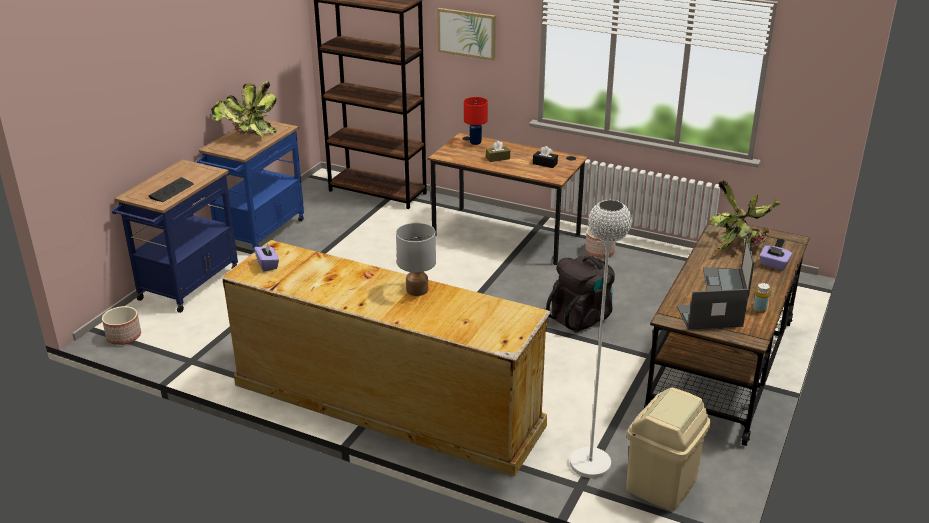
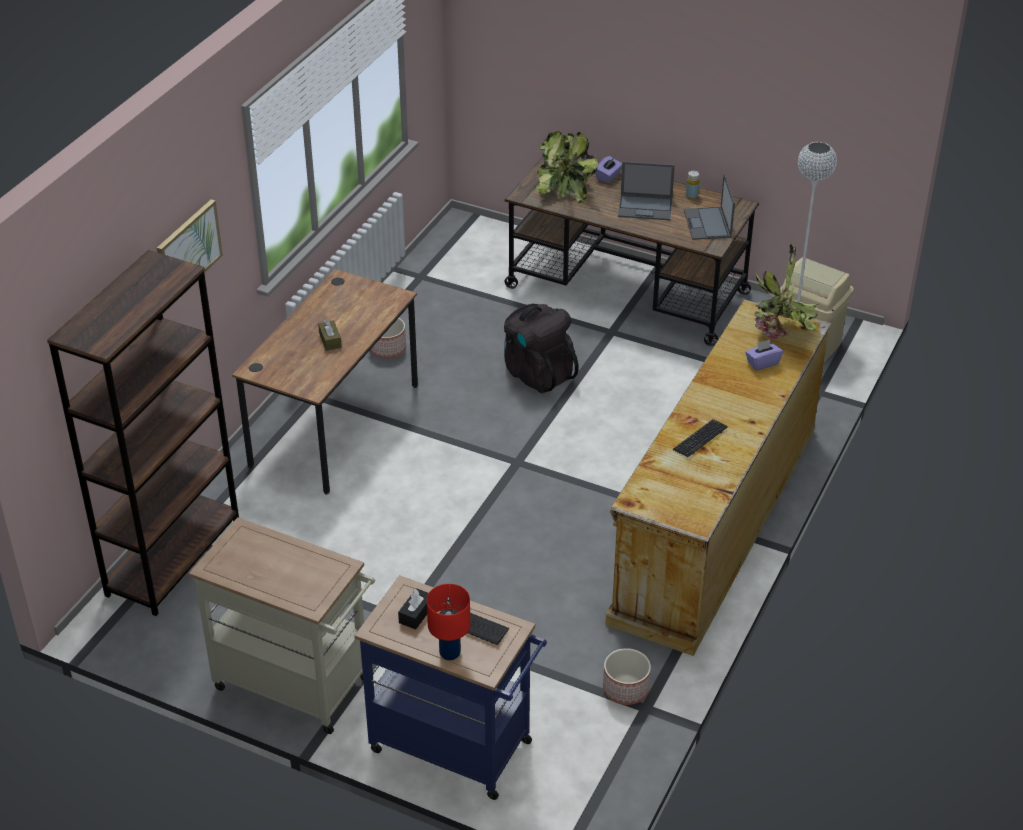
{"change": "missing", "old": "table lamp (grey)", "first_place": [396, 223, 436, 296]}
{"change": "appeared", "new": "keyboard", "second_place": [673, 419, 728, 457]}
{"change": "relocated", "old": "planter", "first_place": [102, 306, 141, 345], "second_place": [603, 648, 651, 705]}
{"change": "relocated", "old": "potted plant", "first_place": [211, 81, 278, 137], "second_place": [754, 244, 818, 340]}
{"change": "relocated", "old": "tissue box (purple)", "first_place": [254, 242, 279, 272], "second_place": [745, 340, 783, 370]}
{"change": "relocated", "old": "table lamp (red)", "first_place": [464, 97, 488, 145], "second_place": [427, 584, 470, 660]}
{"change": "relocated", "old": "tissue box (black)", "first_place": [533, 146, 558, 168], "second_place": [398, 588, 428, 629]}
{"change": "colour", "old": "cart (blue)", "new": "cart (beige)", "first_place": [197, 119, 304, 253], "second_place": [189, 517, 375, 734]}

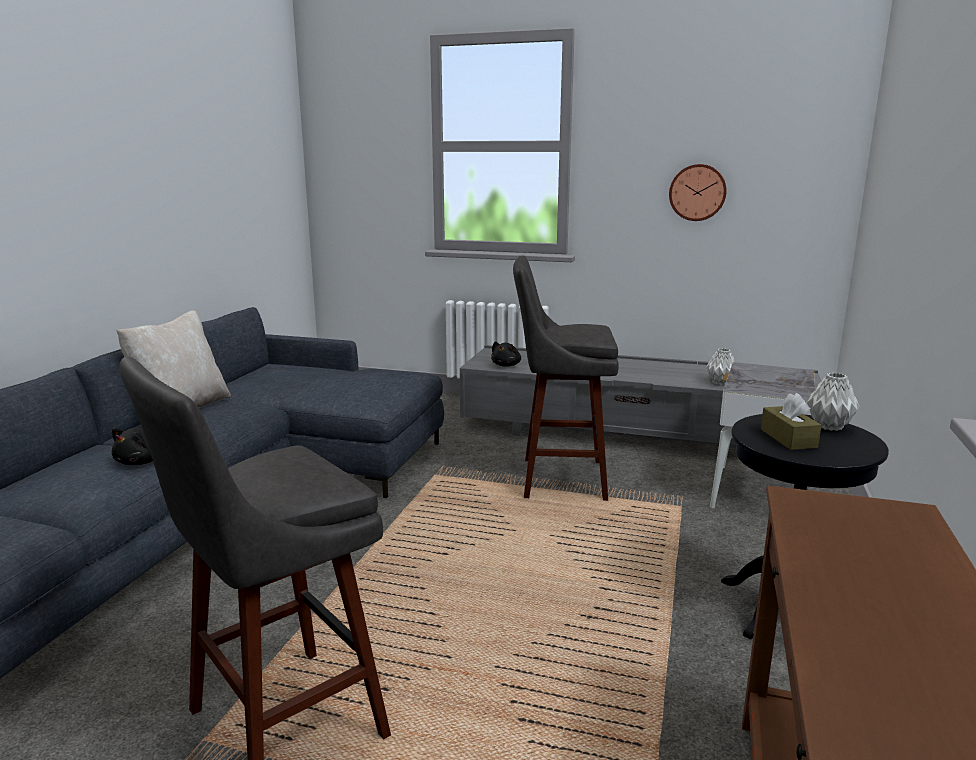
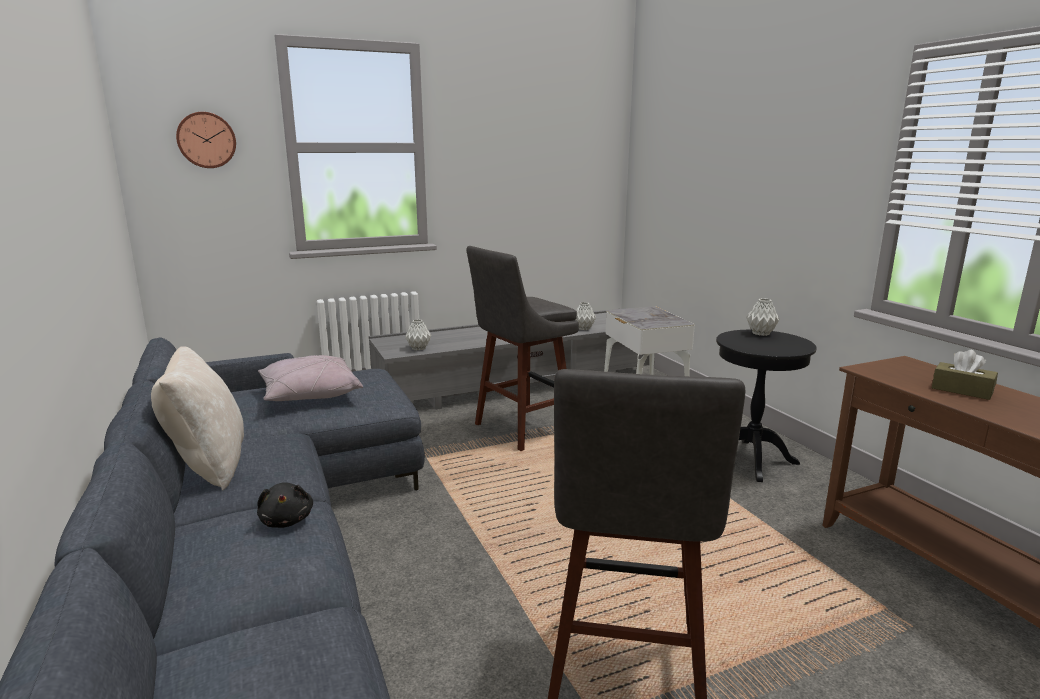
{"change": "appeared", "new": "pillow (purple)", "second_place": [258, 355, 363, 401]}
{"change": "relocated", "old": "wall clock", "first_place": [669, 164, 727, 221], "second_place": [176, 112, 236, 168]}
{"change": "relocated", "old": "tissue box (brown)", "first_place": [761, 393, 821, 450], "second_place": [931, 350, 998, 400]}
{"change": "exchanged", "old": "plush toy (black)", "new": "vase (grey)", "first_place": [491, 341, 521, 367], "second_place": [405, 319, 431, 350]}

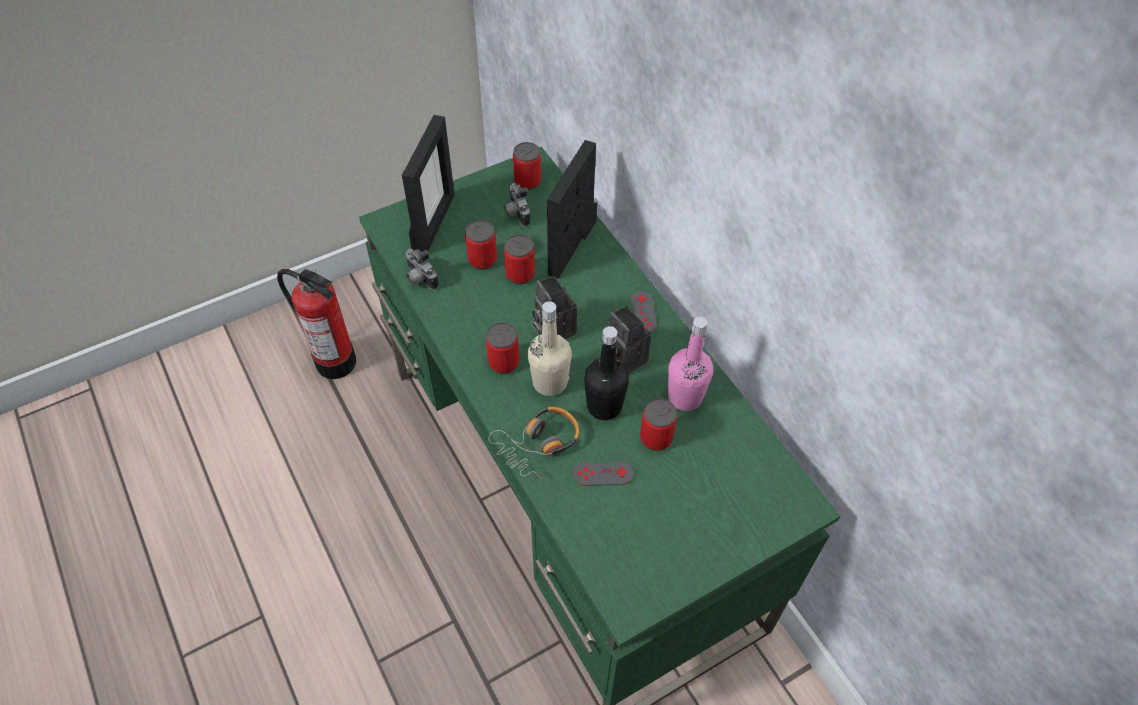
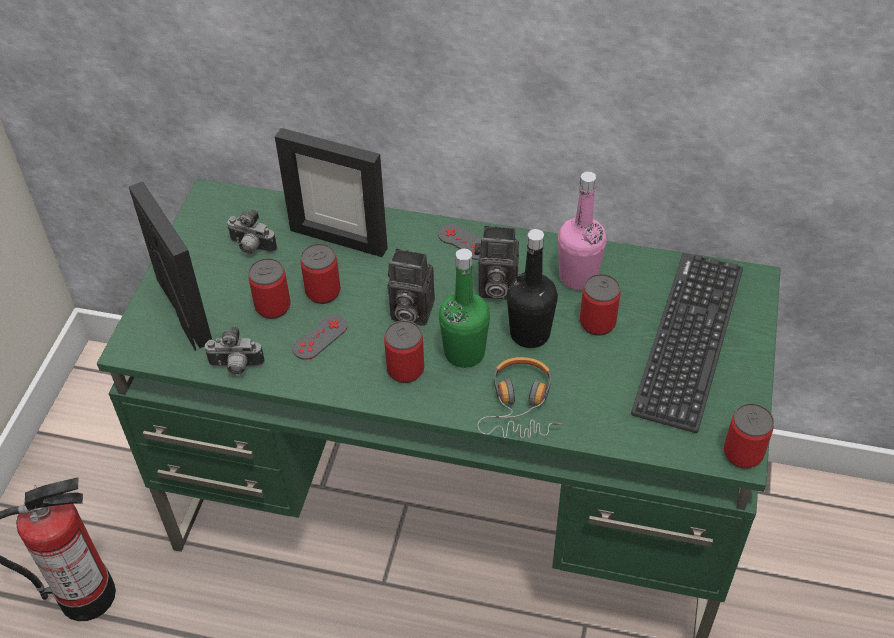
{"change": "appeared", "new": "keyboard", "second_place": [631, 253, 743, 433]}
{"change": "relocated", "old": "can", "first_place": [513, 142, 541, 190], "second_place": [724, 403, 774, 469]}
{"change": "relocated", "old": "game controller (grey)", "first_place": [573, 461, 634, 486], "second_place": [292, 314, 348, 360]}
{"change": "colour", "old": "bottle (beige)", "new": "bottle (green)", "first_place": [528, 301, 572, 396], "second_place": [439, 249, 490, 368]}
{"change": "spun", "old": "picture frame", "first_place": [547, 140, 597, 279], "second_place": [275, 128, 388, 257], "degrees": -45}

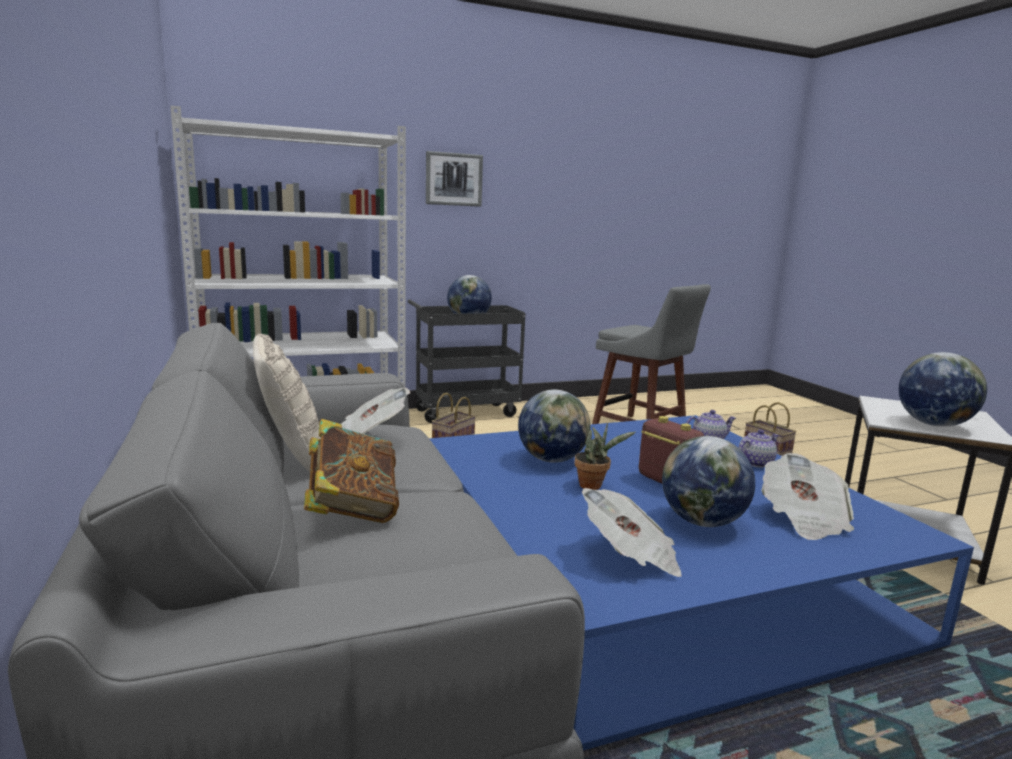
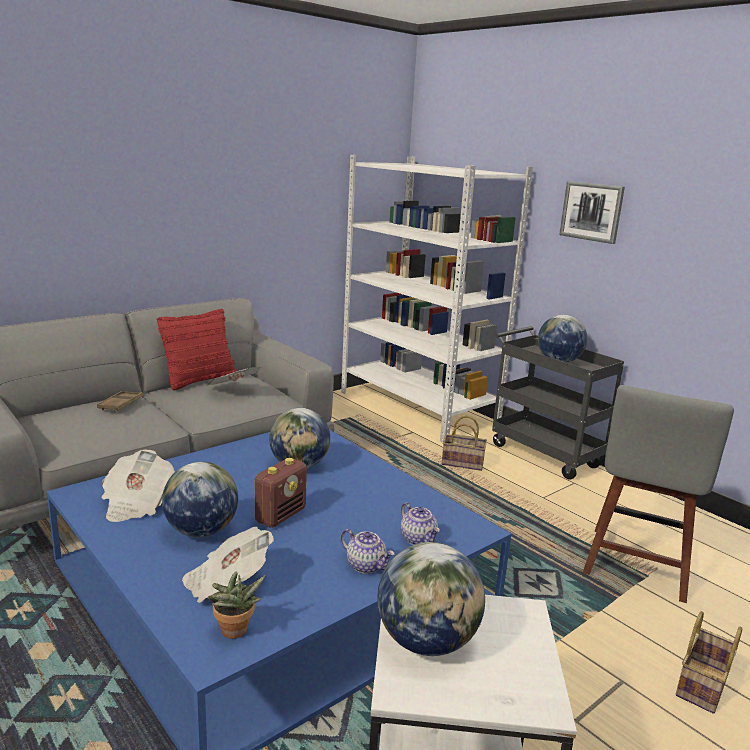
{"change": "relocated", "old": "potted plant", "first_place": [574, 423, 635, 490], "second_place": [208, 571, 266, 639]}
{"change": "exchanged", "old": "book", "new": "tray (brown)", "first_place": [304, 419, 399, 523], "second_place": [97, 391, 143, 412]}
{"change": "colour", "old": "pillow (beige)", "new": "pillow (red)", "first_place": [253, 334, 321, 472], "second_place": [156, 309, 237, 391]}

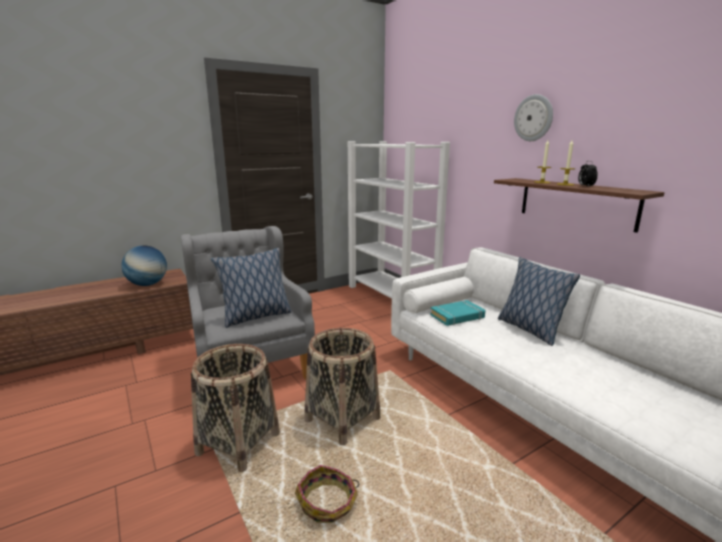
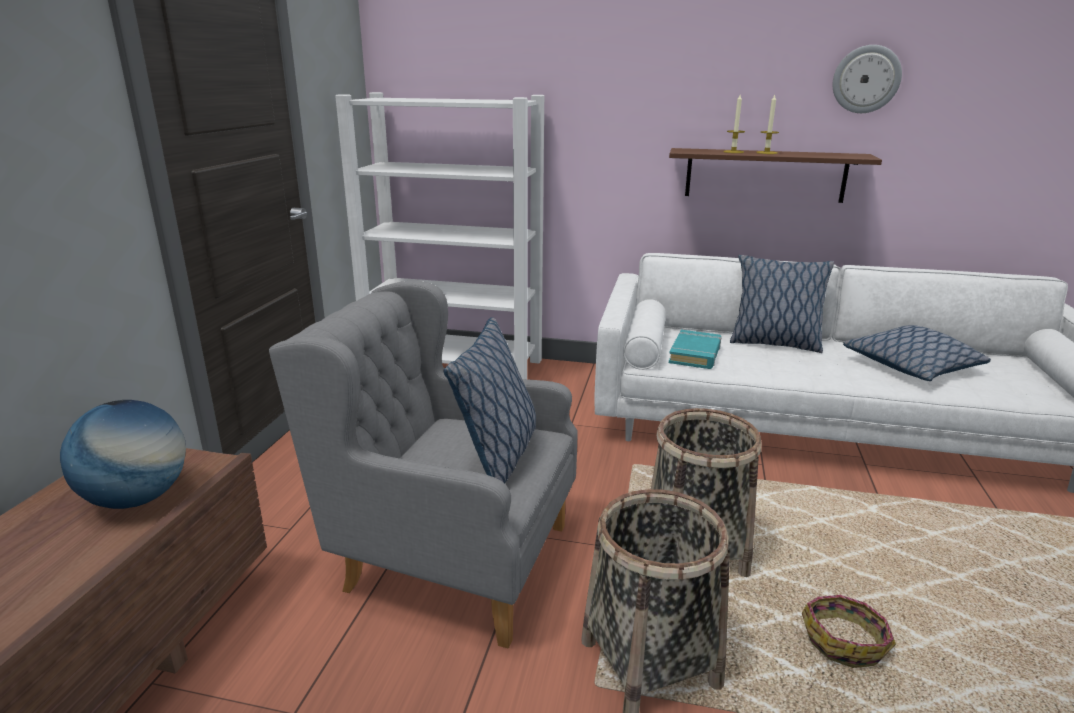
{"change": "missing", "old": "alarm clock", "first_place": [578, 161, 598, 186]}
{"change": "appeared", "new": "pillow", "second_place": [843, 325, 991, 381]}
{"change": "relocated", "old": "wall clock", "first_place": [514, 94, 553, 141], "second_place": [833, 45, 902, 113]}

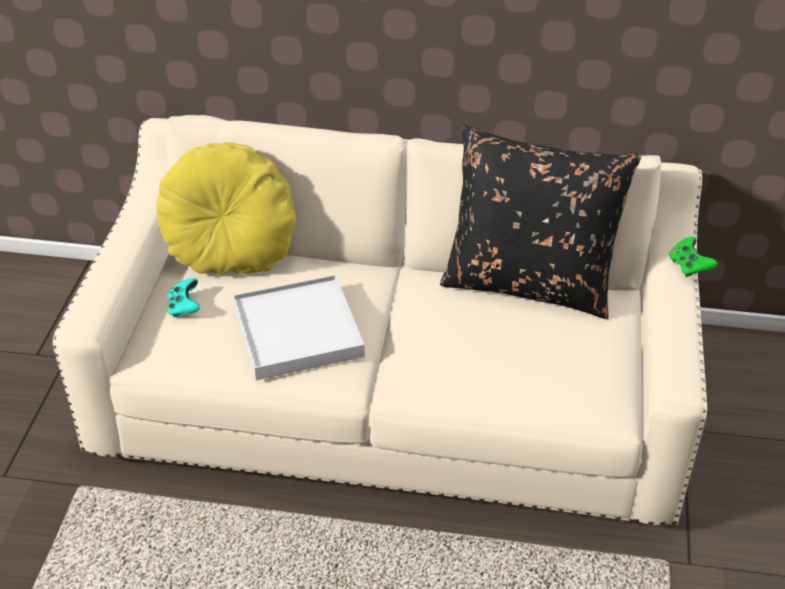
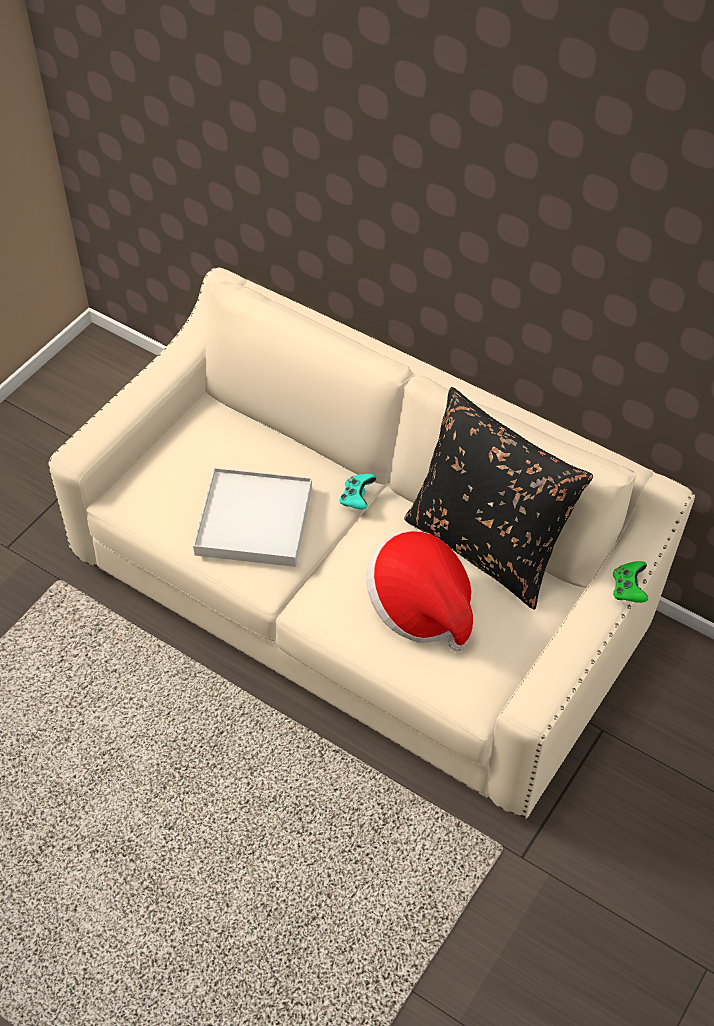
{"change": "missing", "old": "pillow (yellow)", "first_place": [156, 142, 296, 275]}
{"change": "appeared", "new": "hat", "second_place": [366, 531, 473, 651]}
{"change": "relocated", "old": "game controller (turquoise)", "first_place": [167, 278, 200, 318], "second_place": [340, 474, 377, 510]}

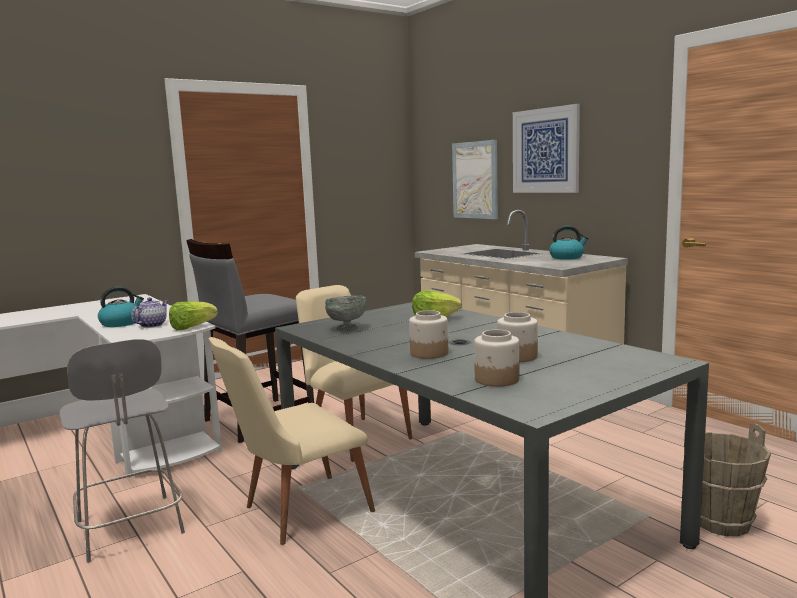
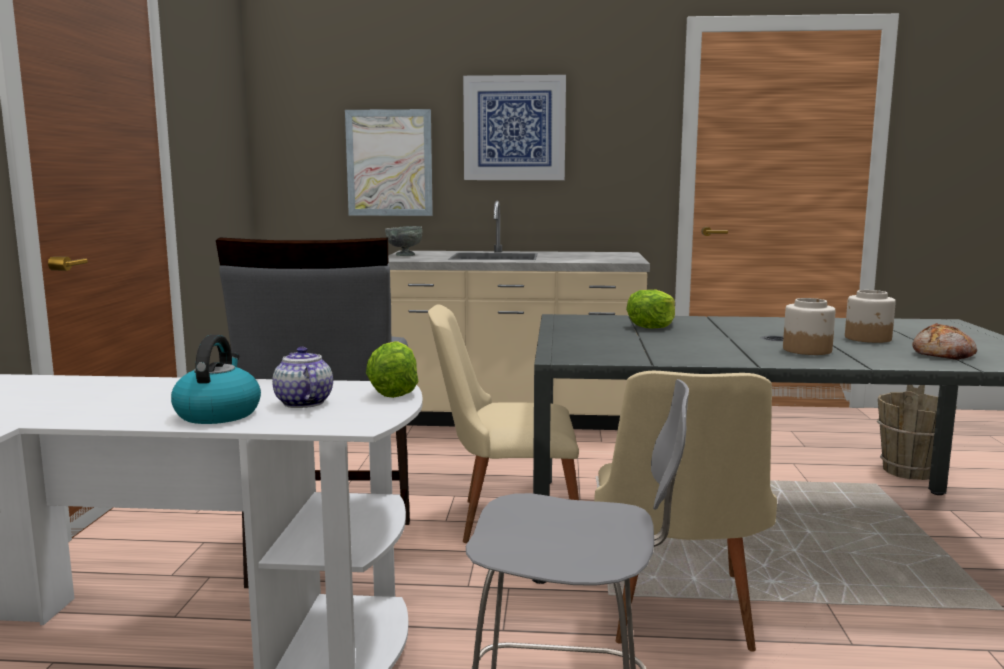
{"change": "missing", "old": "kettle", "first_place": [549, 226, 589, 260]}
{"change": "relocated", "old": "bowl (grey)", "first_place": [325, 295, 366, 332], "second_place": [385, 226, 422, 256]}
{"change": "exchanged", "old": "jar", "new": "bread", "first_place": [474, 330, 520, 387], "second_place": [912, 323, 977, 360]}

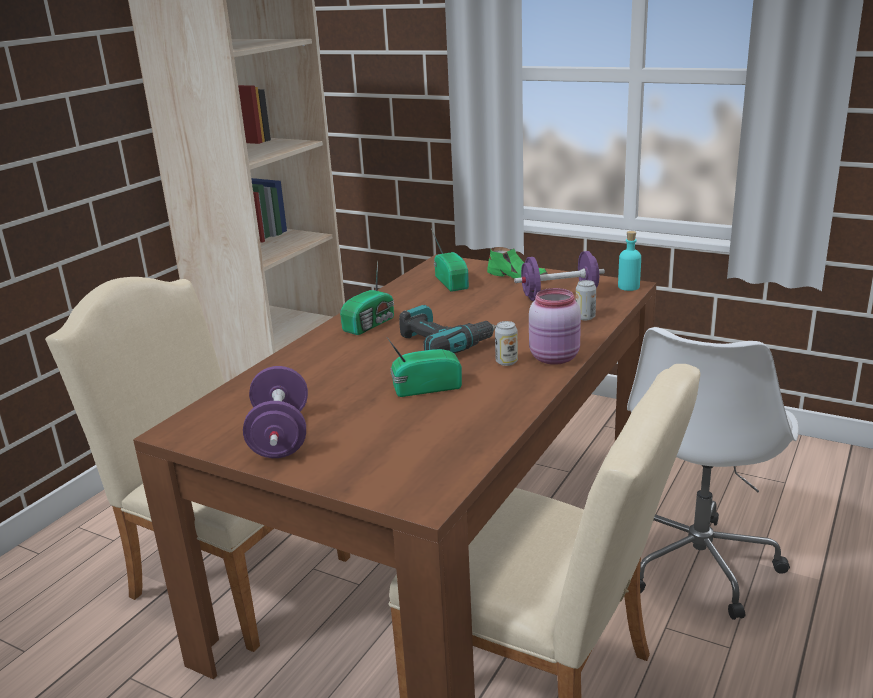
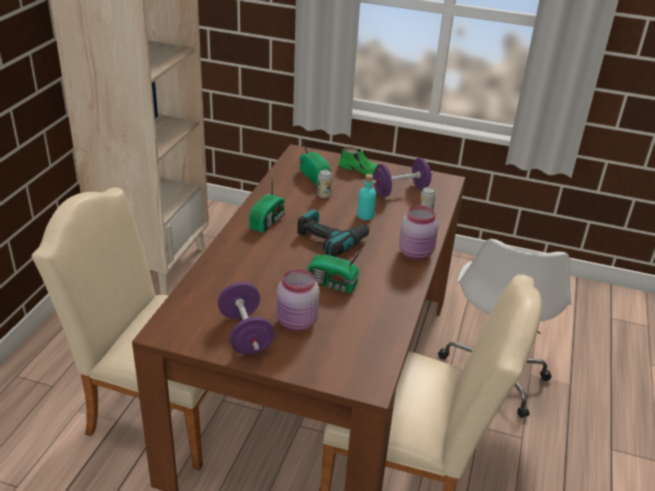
{"change": "appeared", "new": "jar (pink)", "second_place": [277, 269, 320, 331]}
{"change": "relocated", "old": "can", "first_place": [495, 321, 518, 366], "second_place": [317, 170, 332, 198]}
{"change": "relocated", "old": "bottle (turquoise)", "first_place": [618, 231, 641, 291], "second_place": [357, 174, 376, 220]}
{"change": "spun", "old": "radio", "first_place": [387, 337, 462, 397], "second_place": [308, 246, 365, 293], "degrees": -135}

